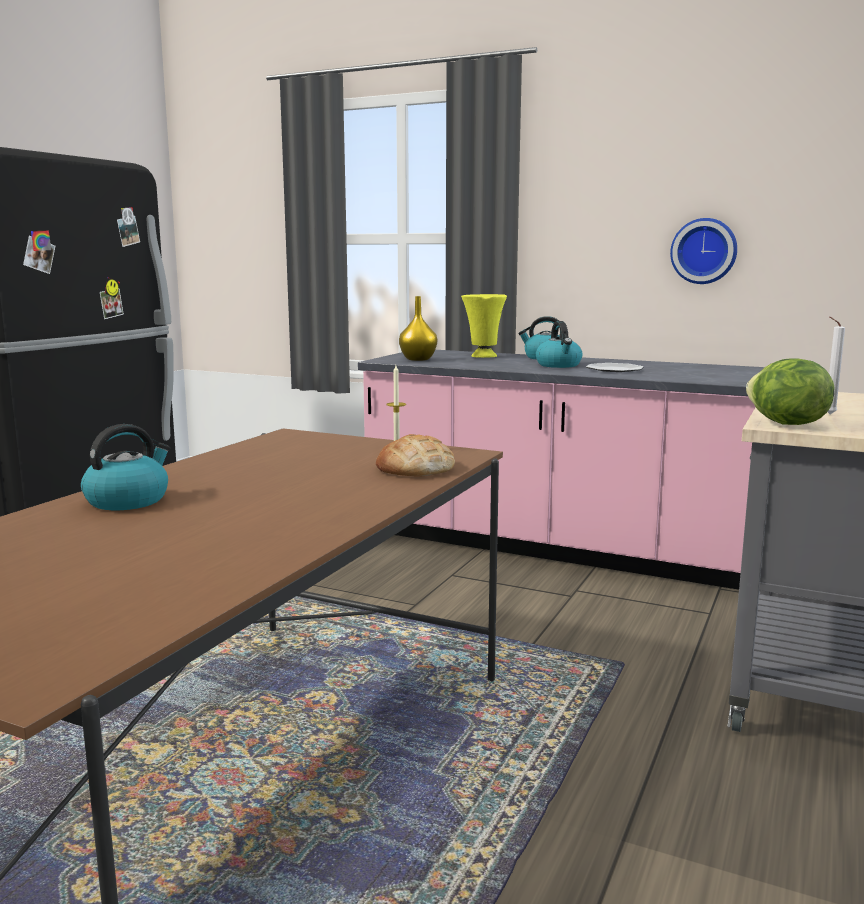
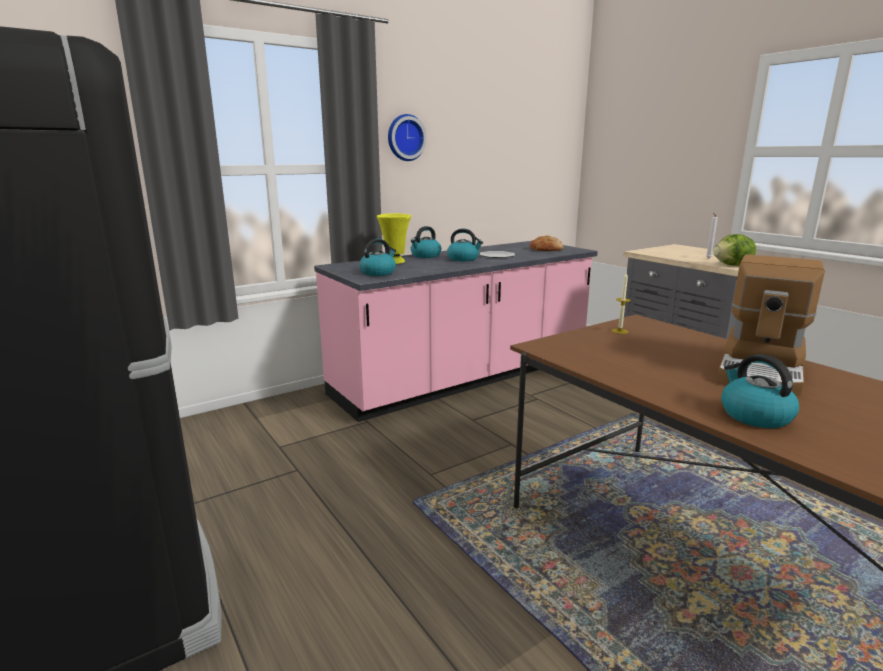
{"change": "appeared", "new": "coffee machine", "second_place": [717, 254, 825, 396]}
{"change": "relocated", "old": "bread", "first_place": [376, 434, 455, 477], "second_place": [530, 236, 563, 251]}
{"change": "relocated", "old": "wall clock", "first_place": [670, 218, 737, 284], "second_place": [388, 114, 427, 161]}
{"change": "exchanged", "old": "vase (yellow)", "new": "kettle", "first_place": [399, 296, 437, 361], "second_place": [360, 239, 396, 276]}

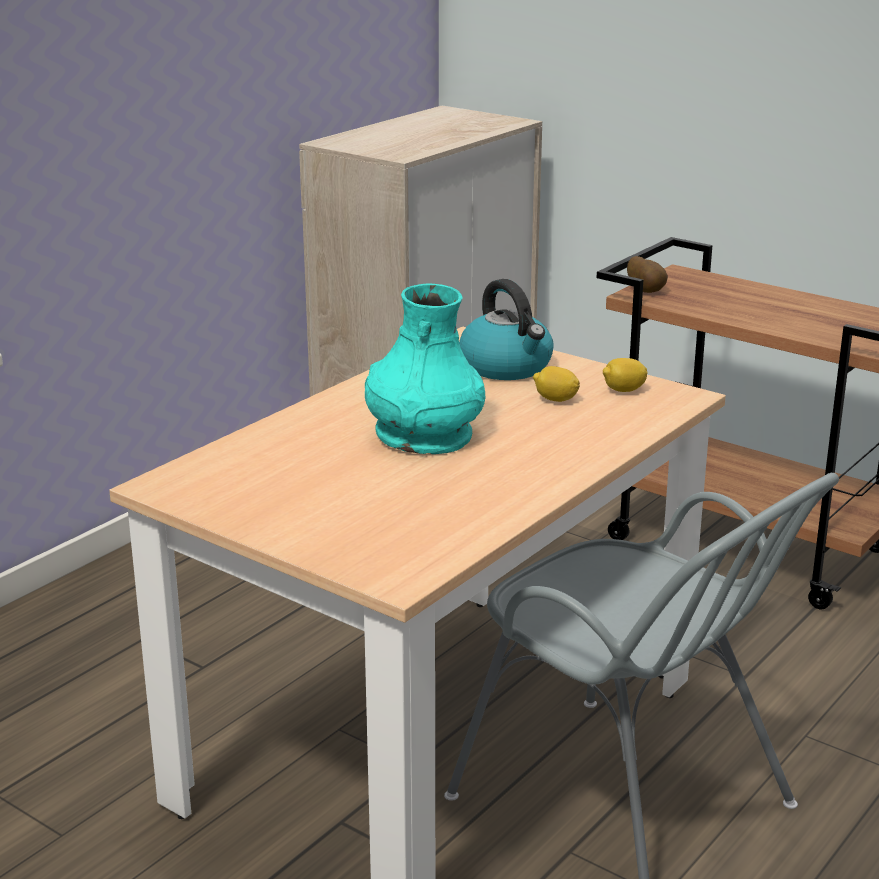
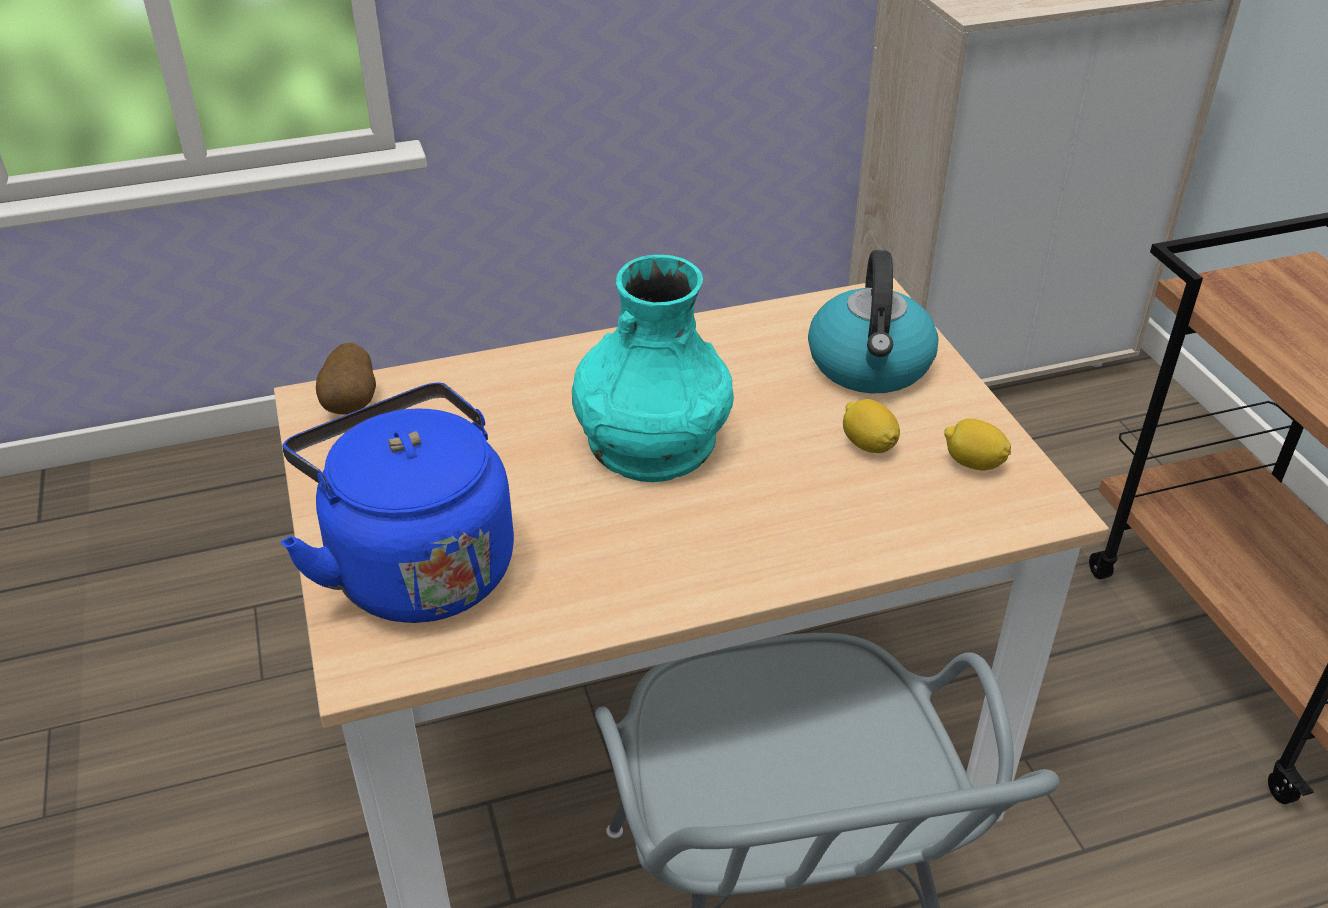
{"change": "appeared", "new": "kettle (blue)", "second_place": [281, 382, 514, 623]}
{"change": "relocated", "old": "potato", "first_place": [627, 256, 668, 293], "second_place": [316, 343, 376, 415]}

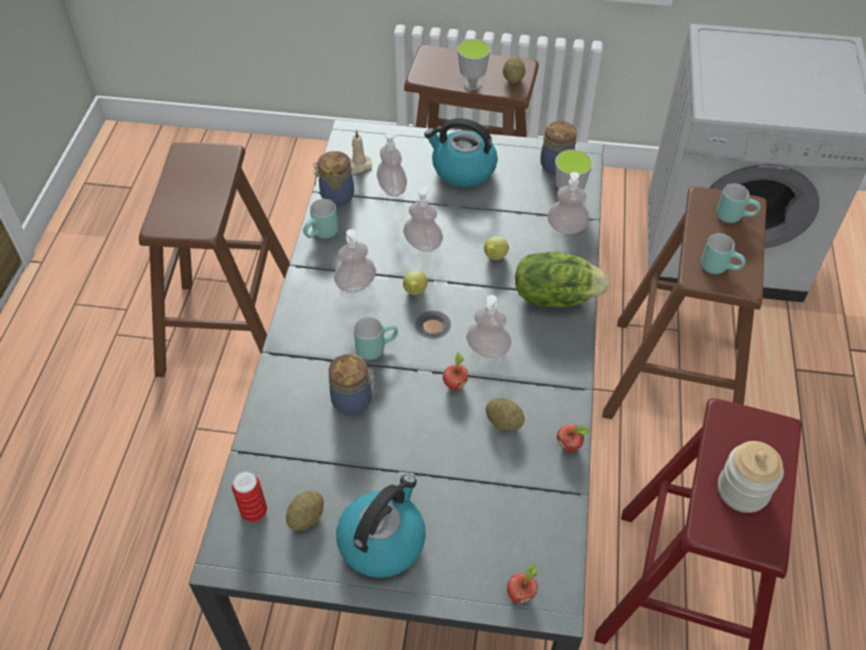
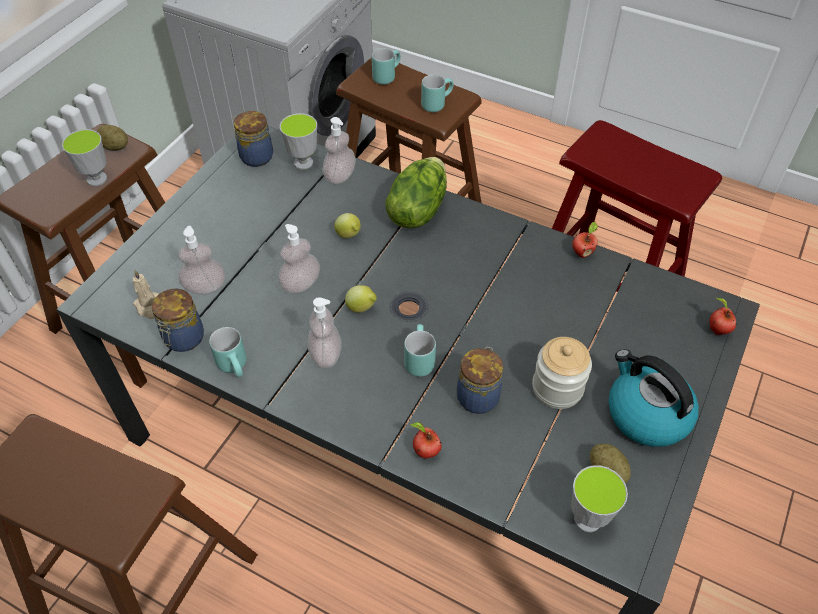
{"change": "missing", "old": "kettle", "first_place": [424, 118, 498, 187]}
{"change": "missing", "old": "soap dispenser", "first_place": [466, 295, 512, 358]}
{"change": "missing", "old": "potato", "first_place": [485, 398, 525, 430]}
{"change": "relocated", "old": "apple", "first_place": [443, 352, 469, 391], "second_place": [410, 422, 442, 459]}
{"change": "relocated", "old": "jar", "first_place": [718, 441, 784, 513], "second_place": [532, 337, 592, 409]}
{"change": "exchanged", "old": "can", "new": "cup", "first_place": [232, 471, 267, 522], "second_place": [571, 465, 628, 532]}

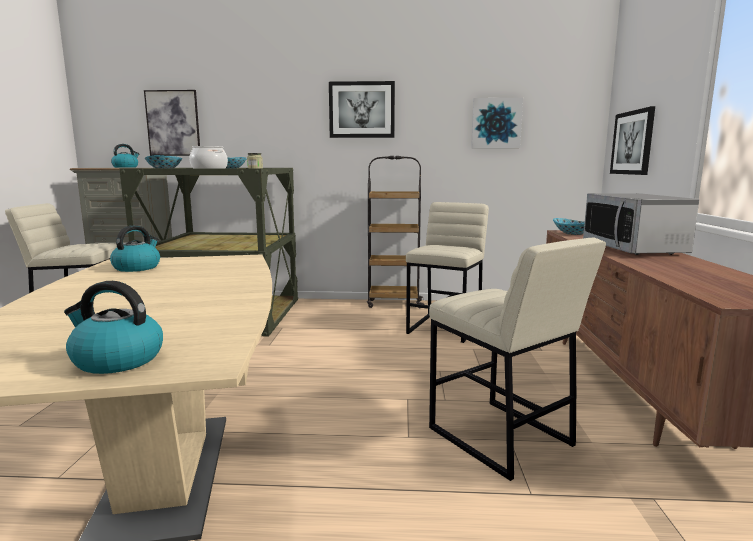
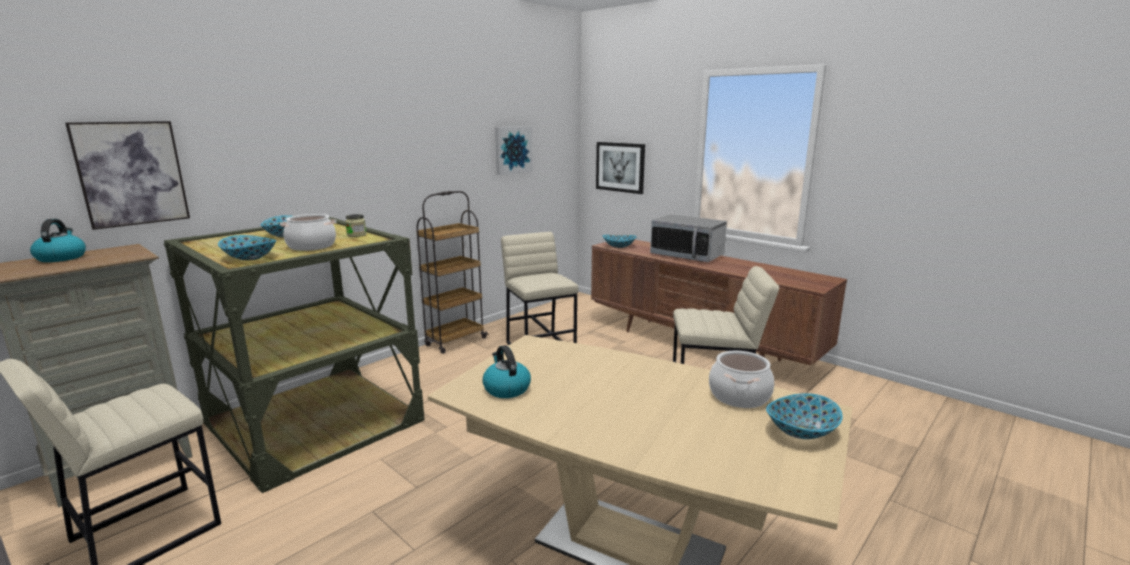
{"change": "missing", "old": "picture", "first_place": [329, 81, 395, 138]}
{"change": "appeared", "new": "cooking pot", "second_place": [709, 351, 774, 408]}
{"change": "exchanged", "old": "kettle", "new": "bowl", "first_place": [64, 281, 163, 374], "second_place": [766, 393, 843, 439]}

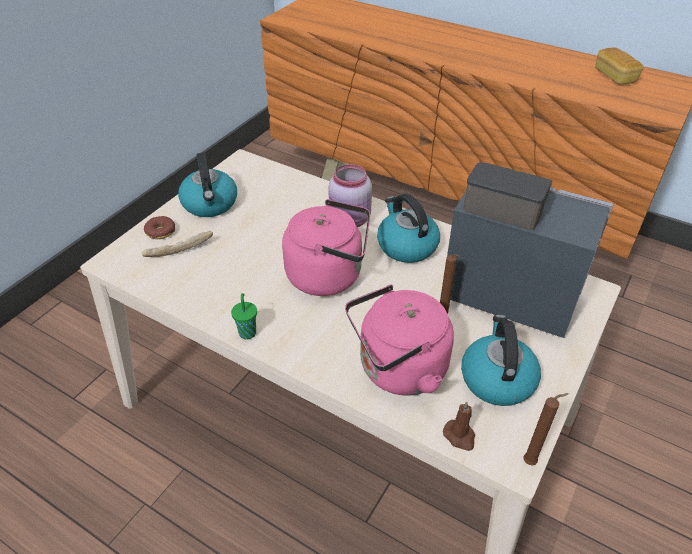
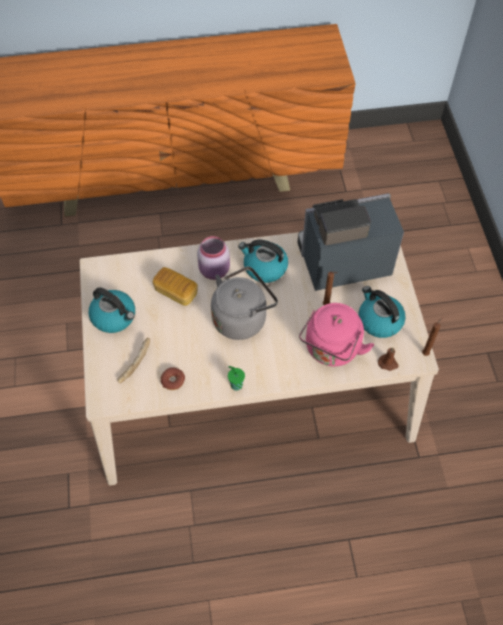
{"change": "relocated", "old": "donut", "first_place": [144, 216, 175, 239], "second_place": [161, 368, 185, 390]}
{"change": "relocated", "old": "bread", "first_place": [595, 47, 644, 85], "second_place": [153, 267, 198, 306]}
{"change": "colour", "old": "kettle (pink)", "new": "kettle (grey)", "first_place": [282, 199, 370, 296], "second_place": [211, 266, 278, 340]}

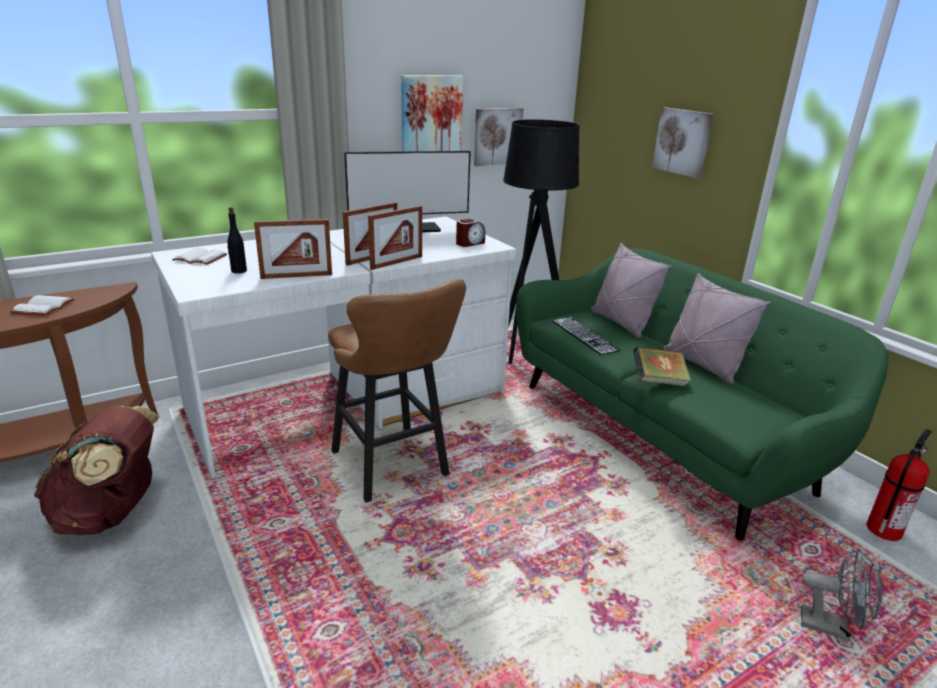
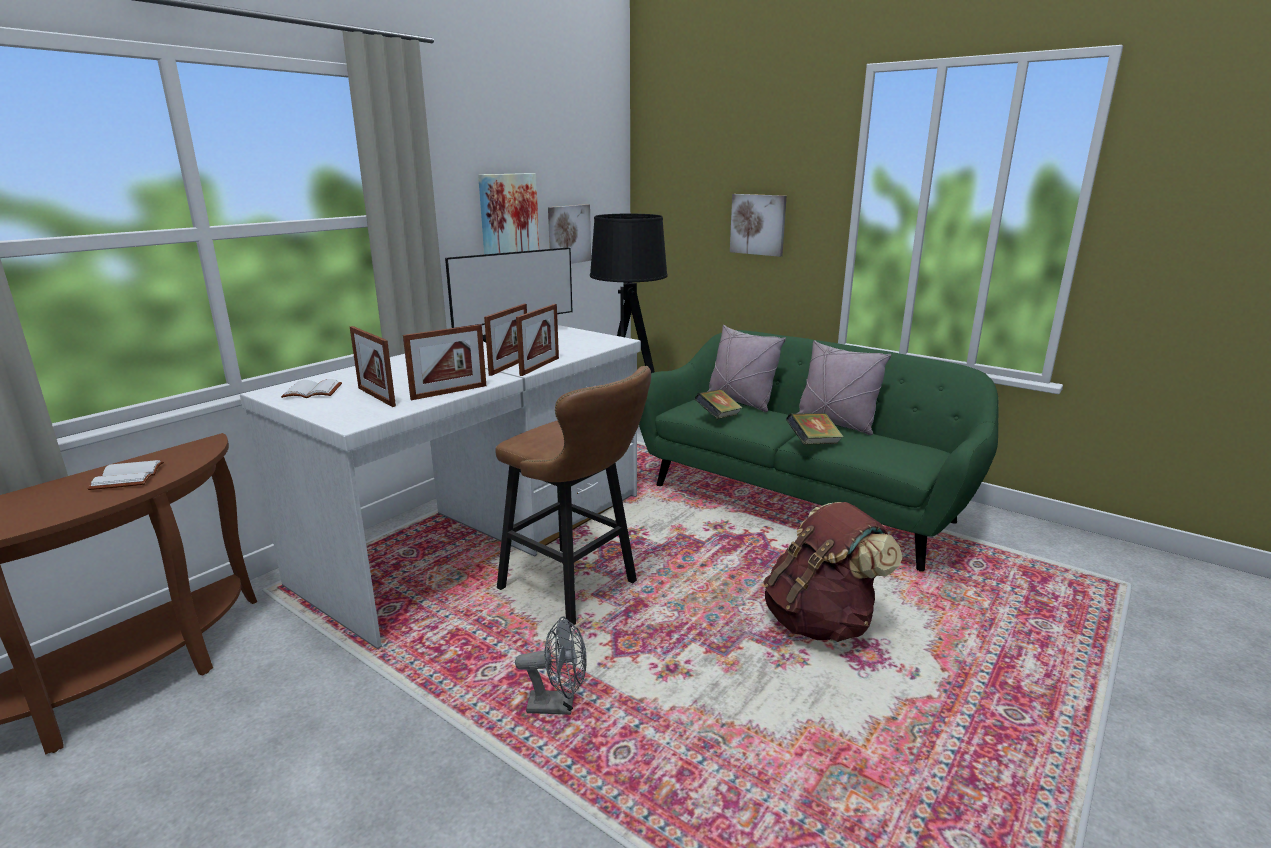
{"change": "missing", "old": "alarm clock", "first_place": [456, 219, 485, 247]}
{"change": "missing", "old": "fire extinguisher", "first_place": [867, 429, 932, 541]}
{"change": "relocated", "old": "backpack (brown)", "first_place": [34, 406, 159, 535], "second_place": [763, 502, 903, 642]}
{"change": "relocated", "old": "fan (grey)", "first_place": [801, 549, 882, 641], "second_place": [515, 616, 587, 715]}
{"change": "exchanged", "old": "bottle (black)", "new": "picture frame", "first_place": [227, 207, 247, 274], "second_place": [350, 326, 396, 407]}
{"change": "exchanged", "old": "keyboard", "new": "book", "first_place": [552, 317, 621, 355], "second_place": [695, 389, 743, 419]}

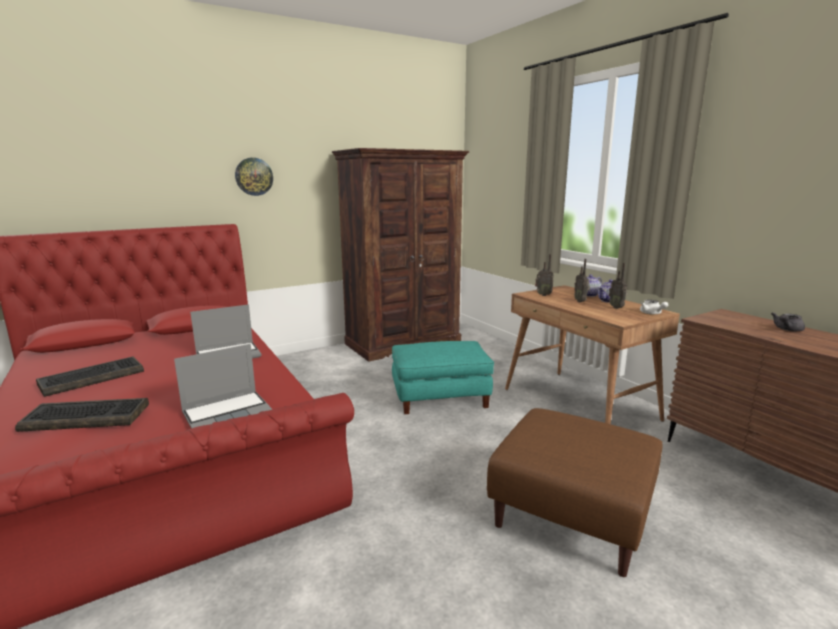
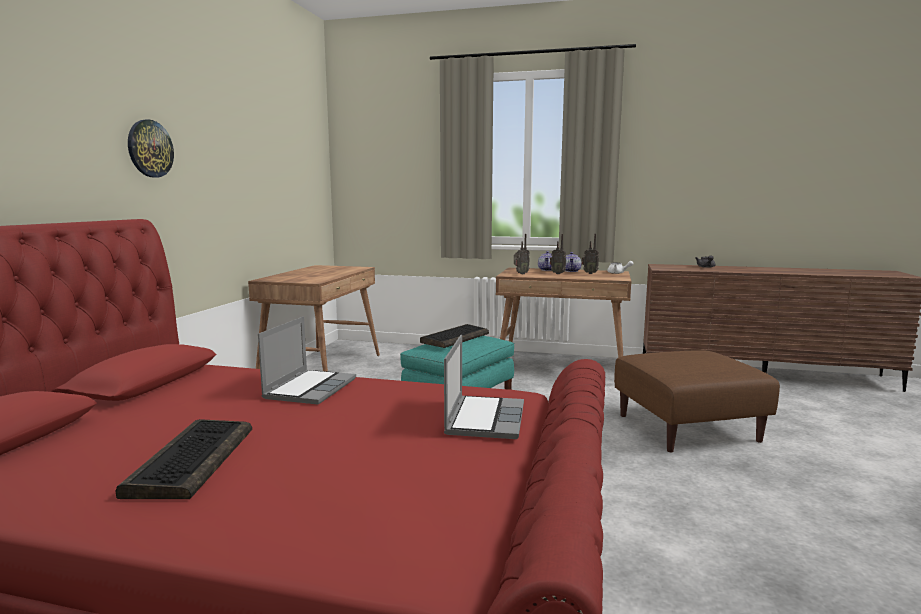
{"change": "relocated", "old": "keyboard", "first_place": [15, 398, 149, 432], "second_place": [420, 324, 489, 348]}
{"change": "exchanged", "old": "wardrobe (brown)", "new": "desk (brown)", "first_place": [332, 148, 469, 362], "second_place": [248, 265, 380, 372]}

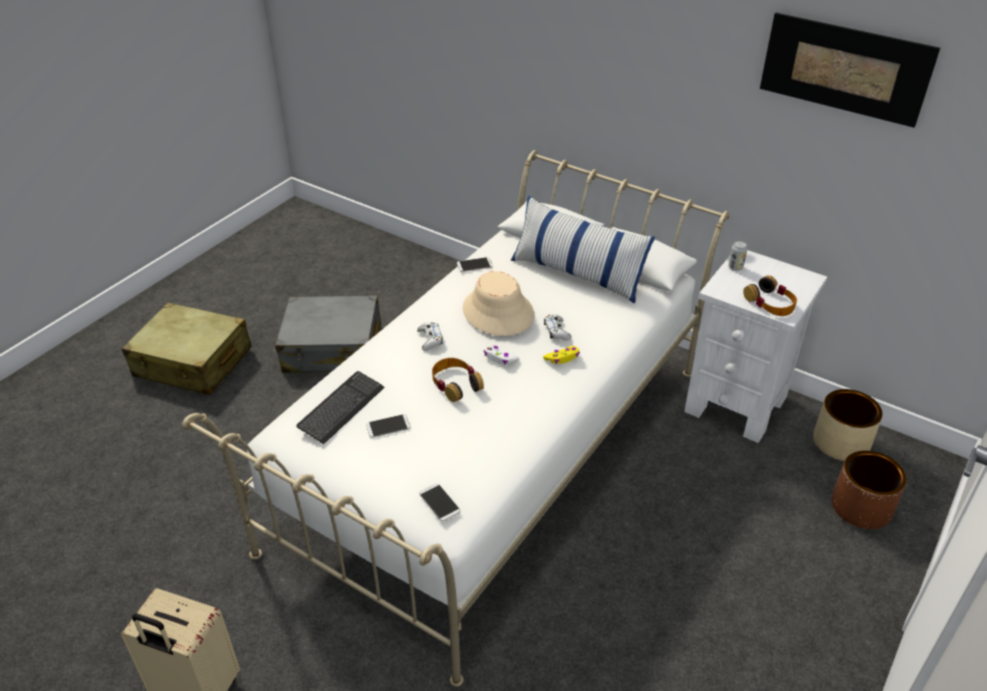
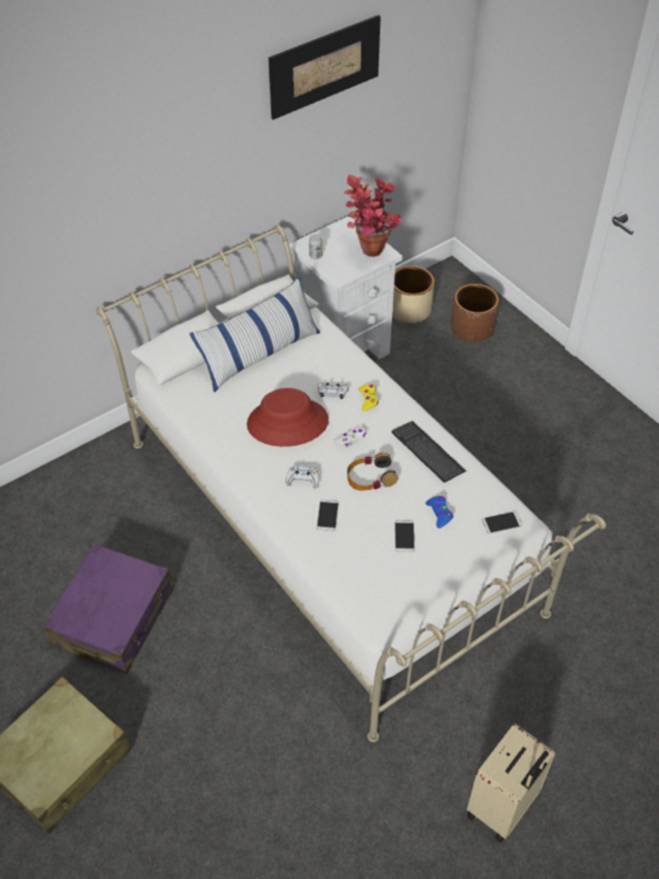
{"change": "appeared", "new": "game controller (blue)", "second_place": [426, 496, 453, 528]}
{"change": "relocated", "old": "keyboard", "first_place": [296, 371, 384, 444], "second_place": [391, 421, 466, 483]}
{"change": "relocated", "old": "phone", "first_place": [457, 257, 493, 272], "second_place": [317, 500, 339, 531]}
{"change": "exchanged", "old": "headphones", "new": "potted plant", "first_place": [743, 275, 797, 316], "second_place": [344, 175, 401, 257]}
{"change": "colour", "old": "suitcase (grey)", "new": "suitcase (purple)", "first_place": [275, 295, 381, 373], "second_place": [43, 543, 173, 673]}
{"change": "colour", "old": "hat (beige)", "new": "hat (red)", "first_place": [463, 271, 534, 336], "second_place": [247, 388, 329, 447]}

